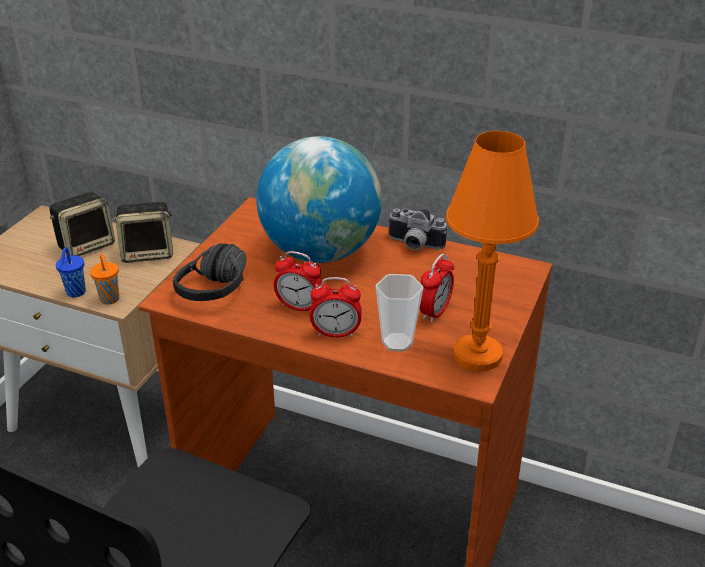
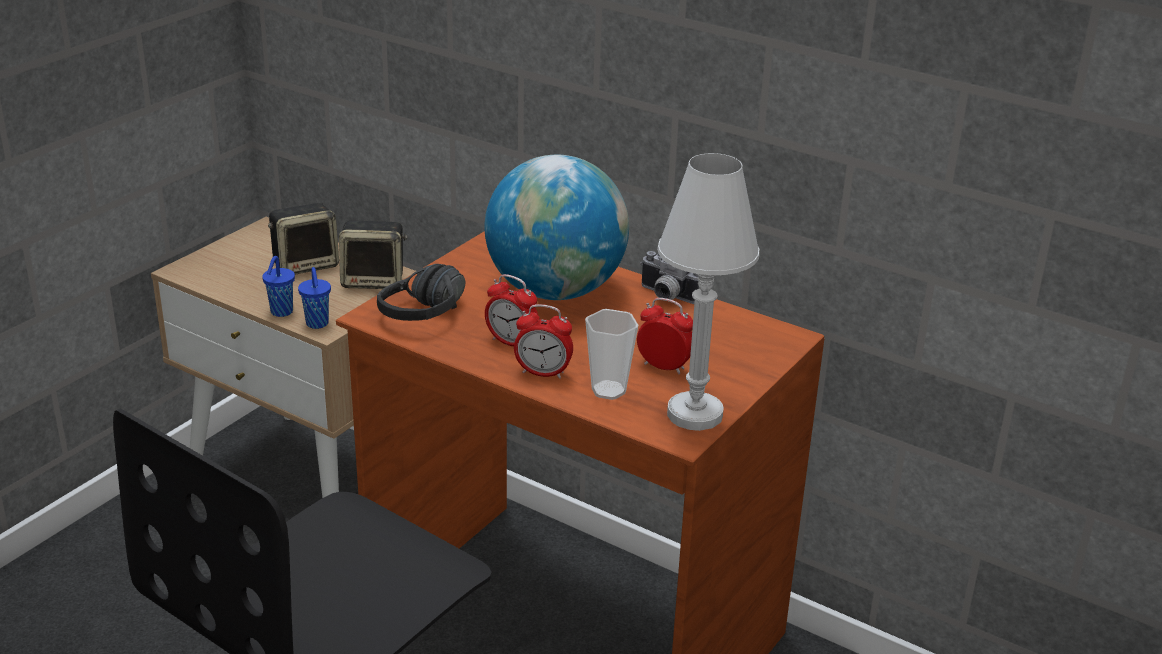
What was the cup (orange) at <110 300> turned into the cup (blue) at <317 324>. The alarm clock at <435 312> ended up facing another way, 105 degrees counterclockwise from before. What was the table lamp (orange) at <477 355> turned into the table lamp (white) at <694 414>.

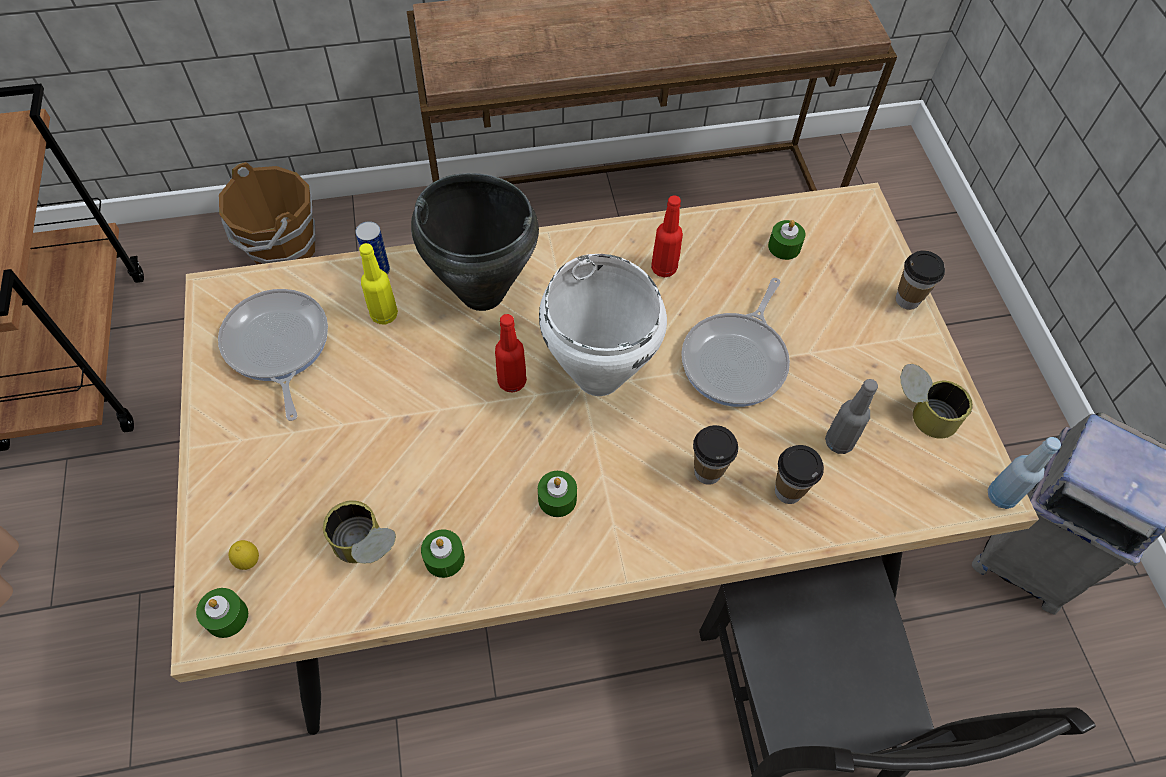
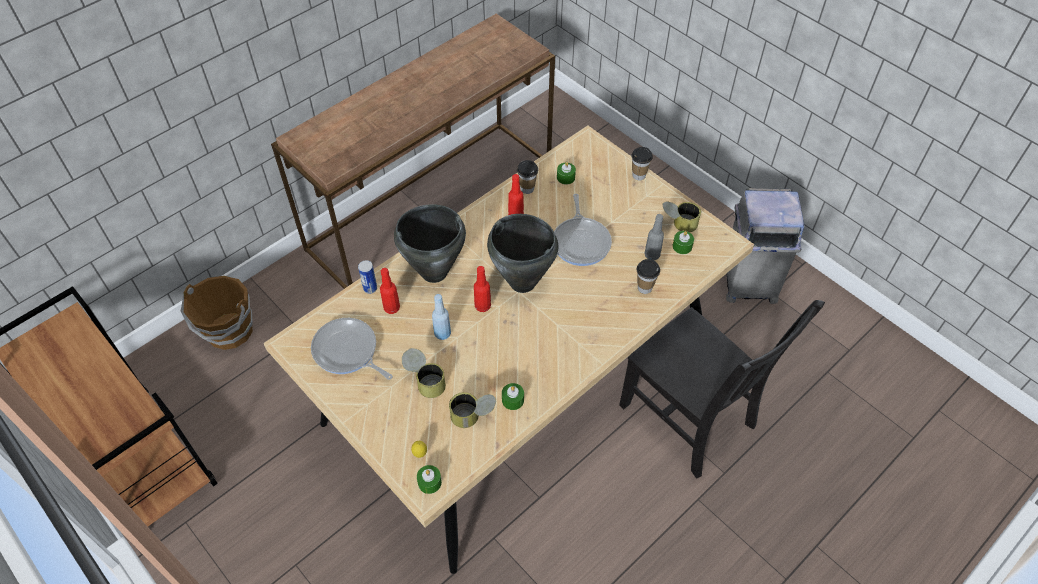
What was the bottle (yellow) at <384 315> turned into the bottle (red) at <392 308>. The second view gained the can at <425 381>. The bottle (blue) ended up elsewhere, having gone from <1001 496> to <442 334>. What was the cooking pot (white) at <598 377> turned into the cooking pot (black) at <522 283>. The cup ended up elsewhere, having gone from <707 472> to <527 189>. The candle (green) ended up elsewhere, having gone from <557 499> to <682 246>.

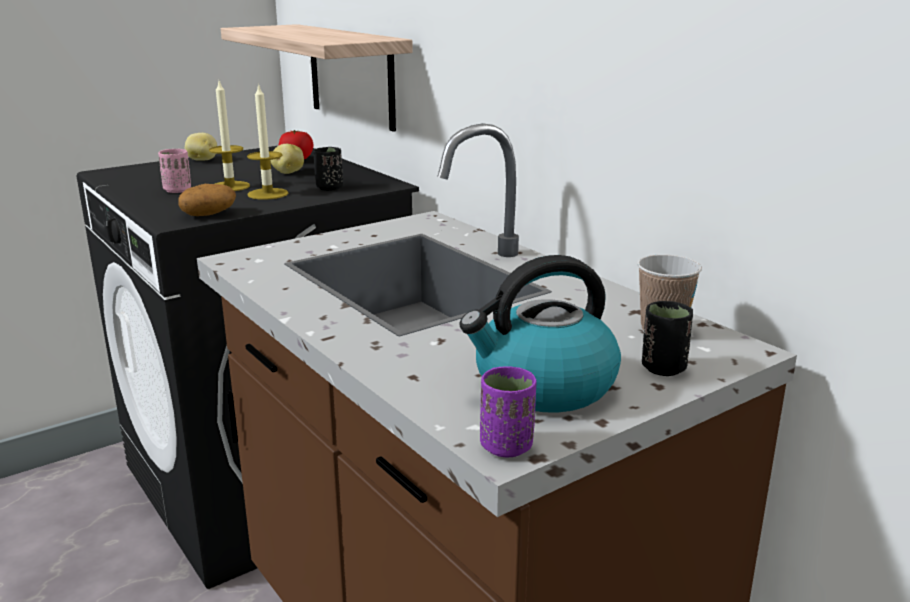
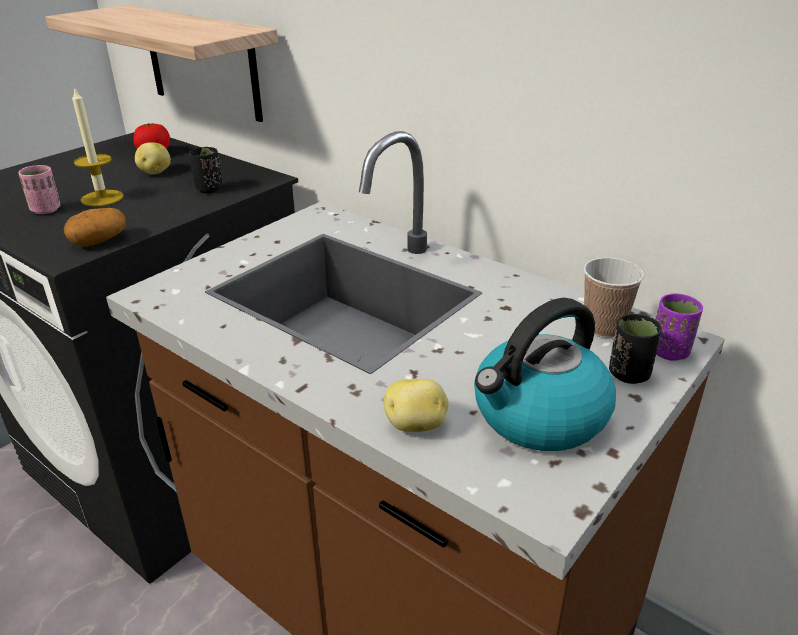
The potato ended up elsewhere, having gone from <202 160> to <416 425>. The cup (purple) ended up elsewhere, having gone from <506 446> to <669 352>. The second view lost the candle at <268 194>.

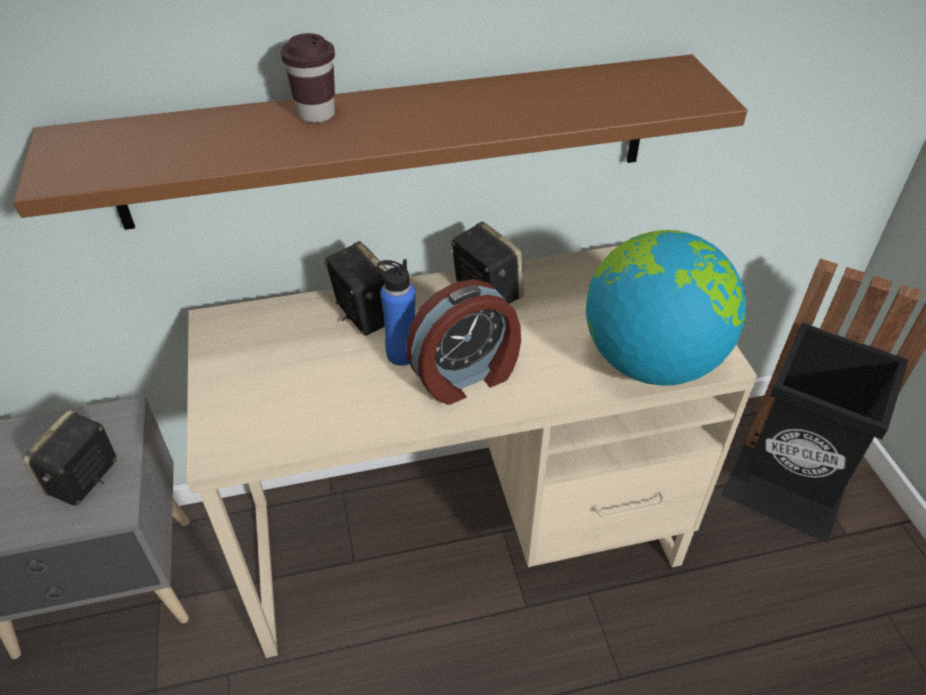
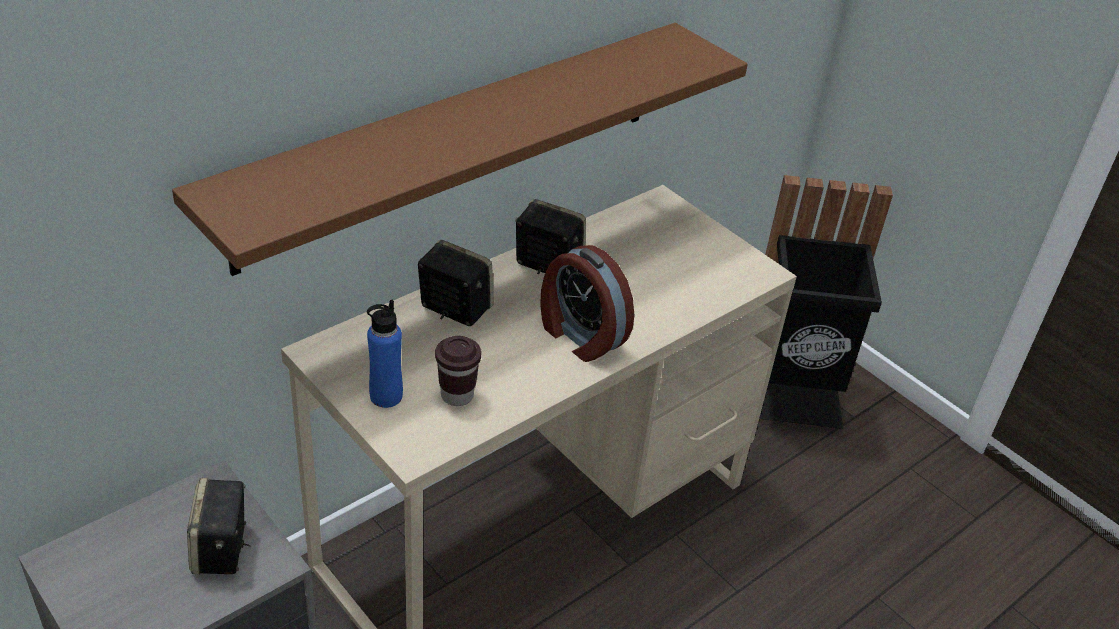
The bottle (blue) ended up elsewhere, having gone from <402 354> to <386 396>. The cup (brown) ended up elsewhere, having gone from <316 114> to <457 395>. The alarm clock at <466 376> ended up facing another way, 105 degrees clockwise from before. The second view lost the globe at <651 361>.

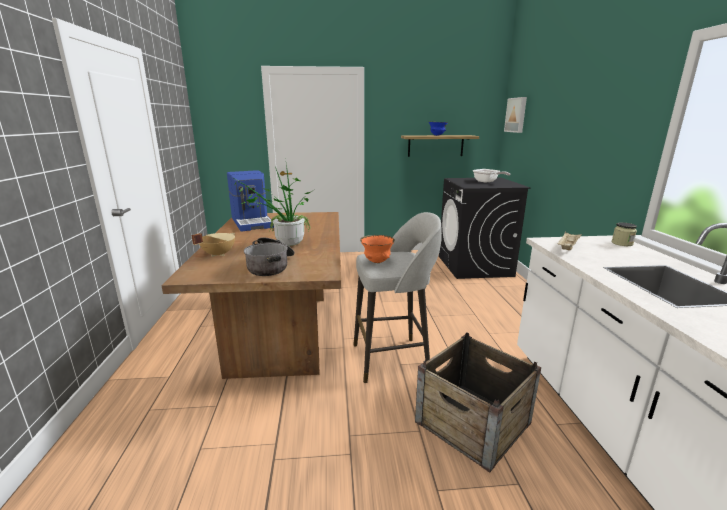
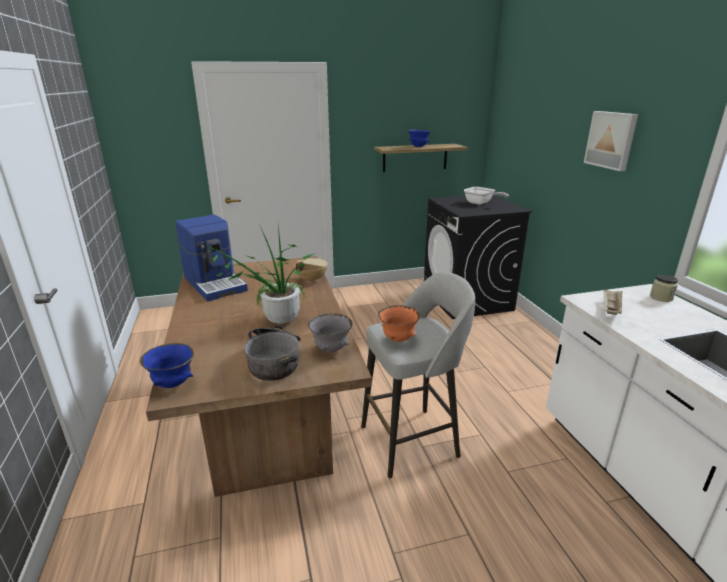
The second view gained the bowl (blue) at <173 384>. The cooking pot (beige) ended up elsewhere, having gone from <218 254> to <310 280>. The second view gained the bowl (grey) at <331 349>. The picture ended up elsewhere, having gone from <516 115> to <611 140>. The second view lost the crate at <473 422>.

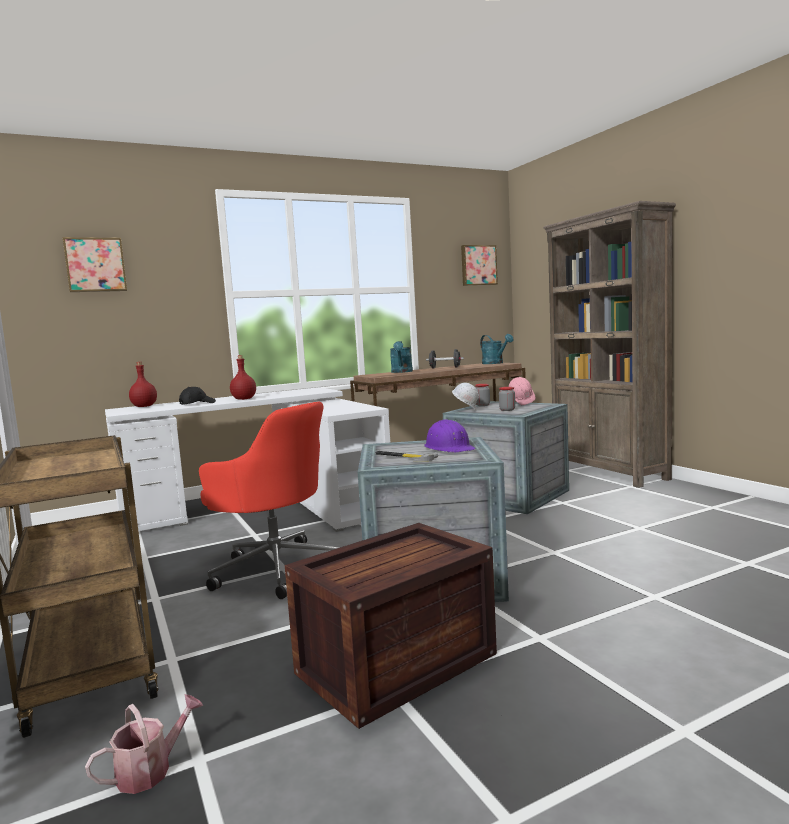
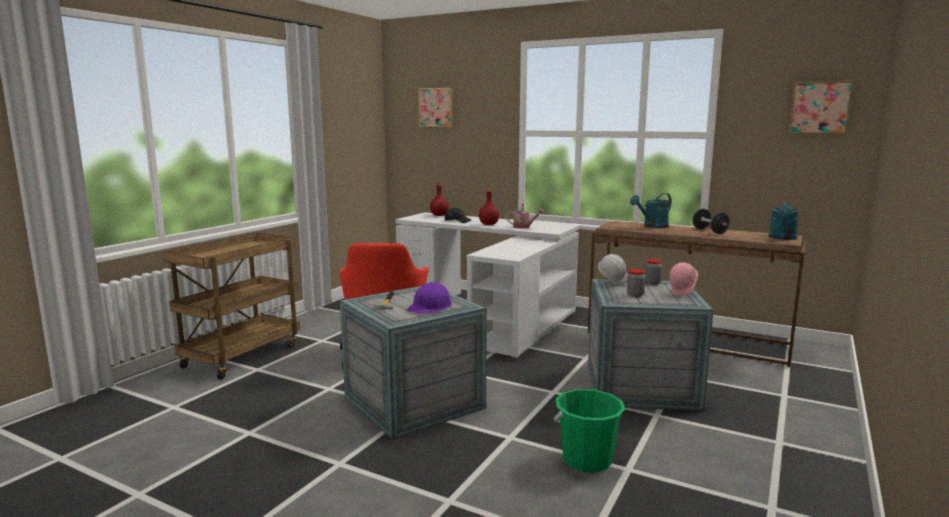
The watering can ended up elsewhere, having gone from <151 770> to <524 227>. The second view gained the bucket (green) at <587 460>. The second view lost the crate at <394 664>. The second view lost the bookcase (brown) at <609 472>.

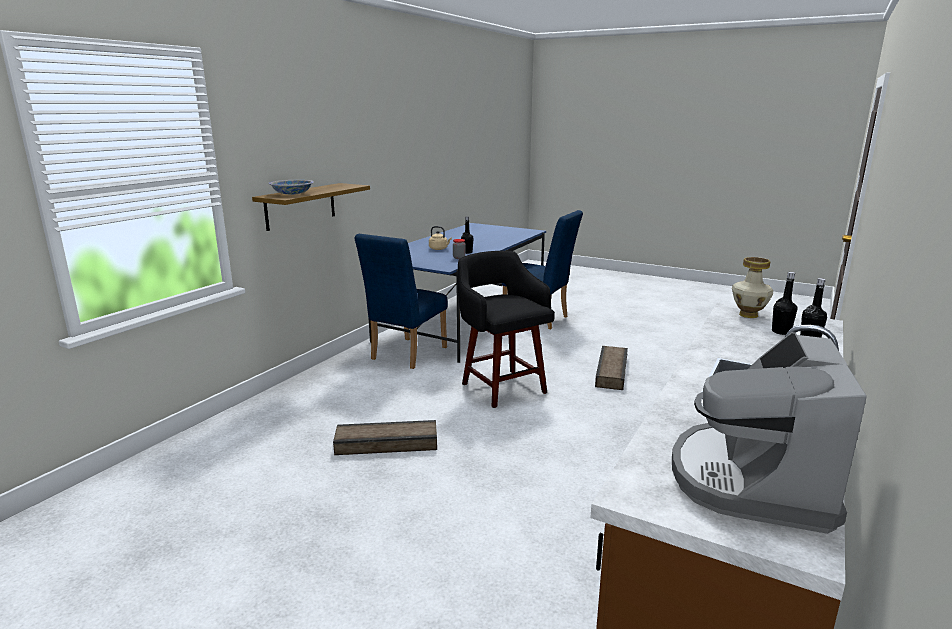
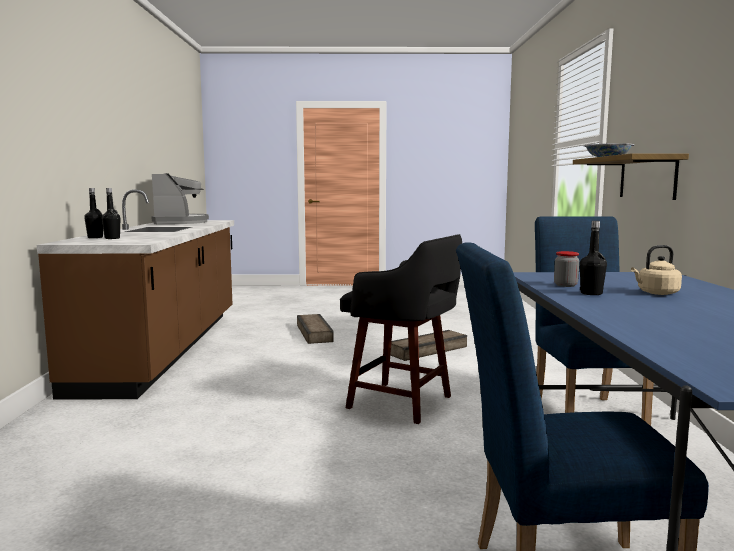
The crate ended up elsewhere, having gone from <610 372> to <315 333>. The second view lost the vase at <748 315>.

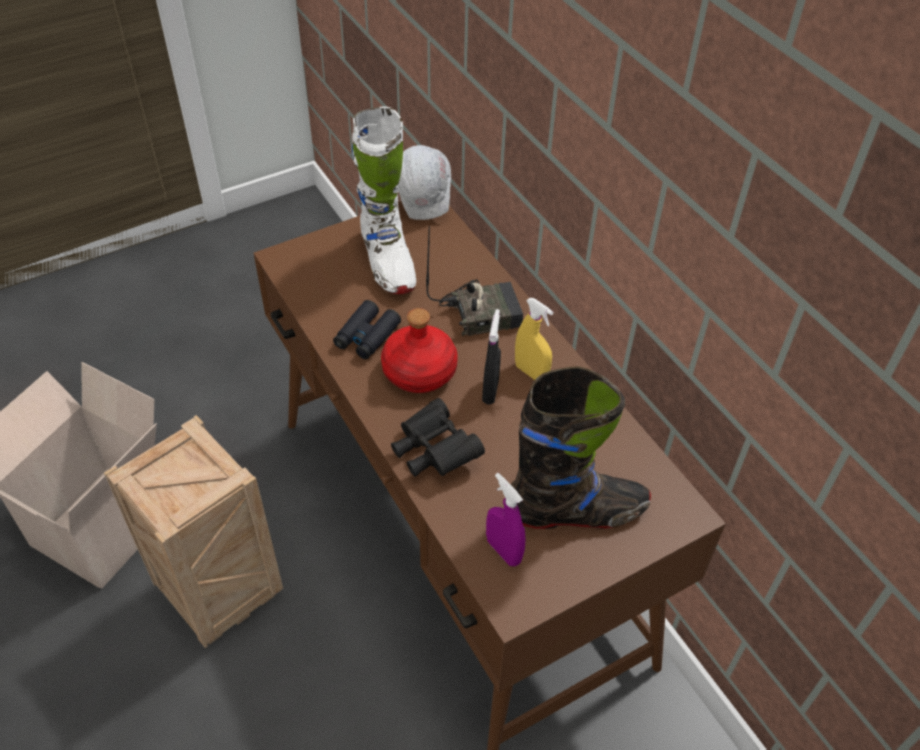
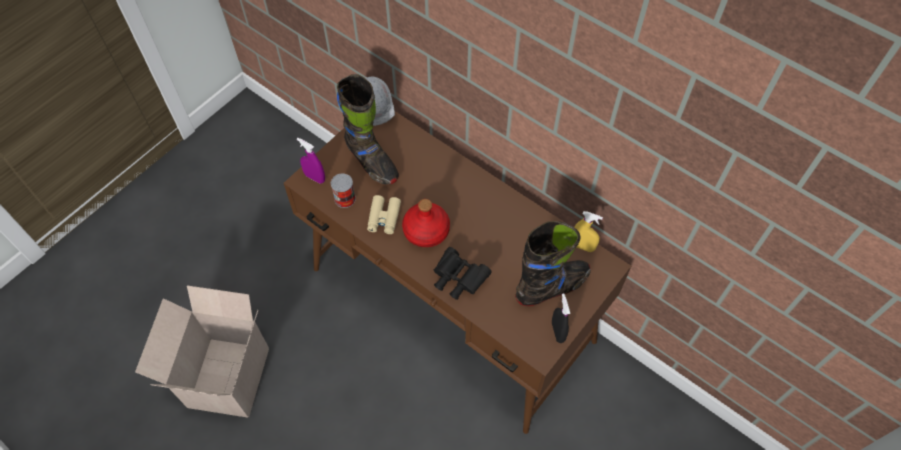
The spray bottle (purple) ended up elsewhere, having gone from <503 551> to <315 178>. The second view gained the can at <345 199>. What was the boot (white) at <387 262> turned into the boot (black) at <371 162>. What was the binoculars (black) at <367 336> turned into the binoculars (beige) at <384 218>. The spray bottle (black) ended up elsewhere, having gone from <490 391> to <557 332>. The spray bottle (yellow) ended up elsewhere, having gone from <531 372> to <582 246>. The second view lost the crate at <221 591>. The second view lost the radio at <481 312>.

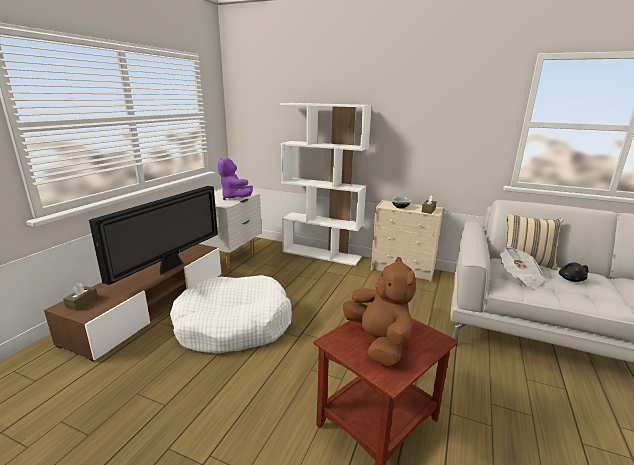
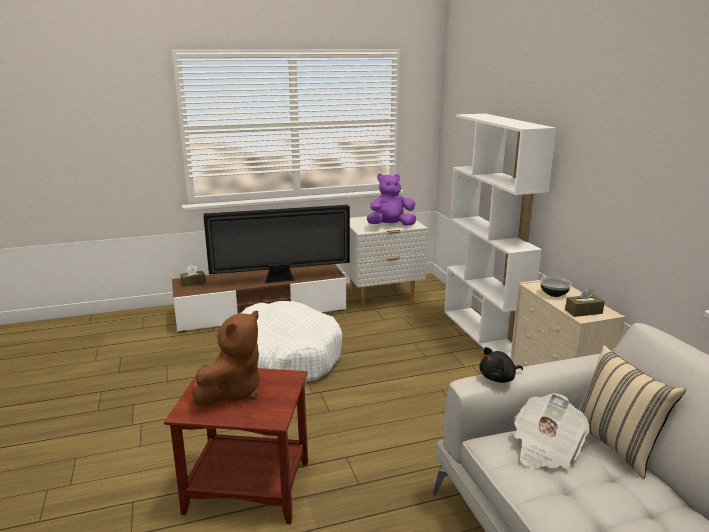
The plush toy (purple) at <234 198> ended up facing another way, 60 degrees clockwise from before. The plush toy (black) ended up elsewhere, having gone from <571 279> to <499 378>.

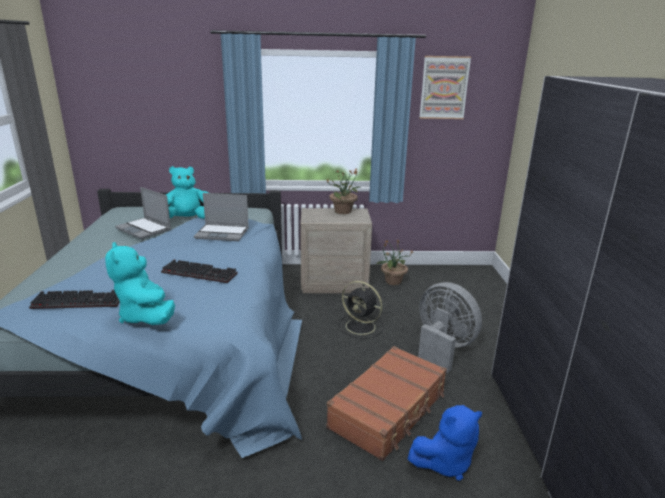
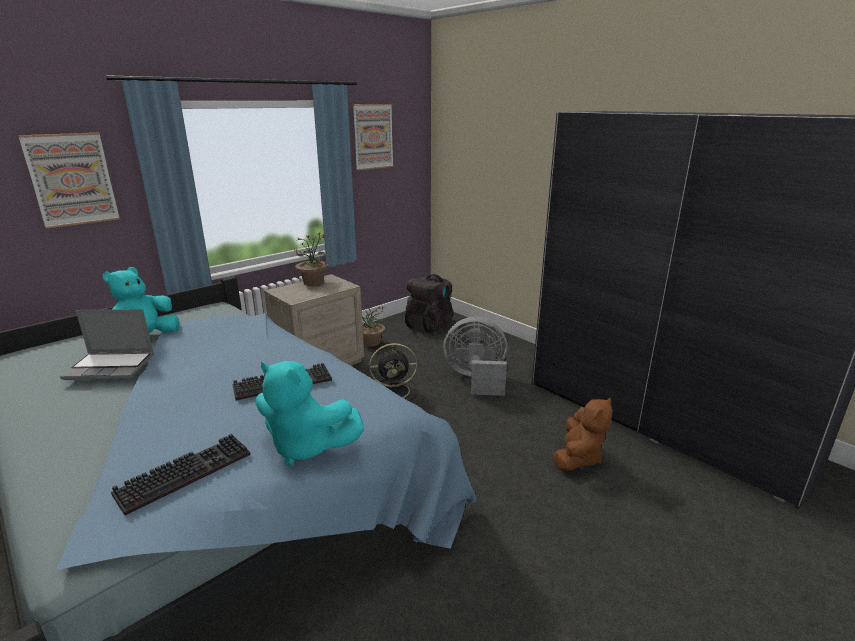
The second view gained the picture at <72 179>. The second view gained the backpack (black) at <430 325>. What was the plush toy (blue) at <445 462> turned into the plush toy (brown) at <578 457>. The second view lost the laptop at <223 233>. The second view lost the suitcase (brown) at <389 410>.

